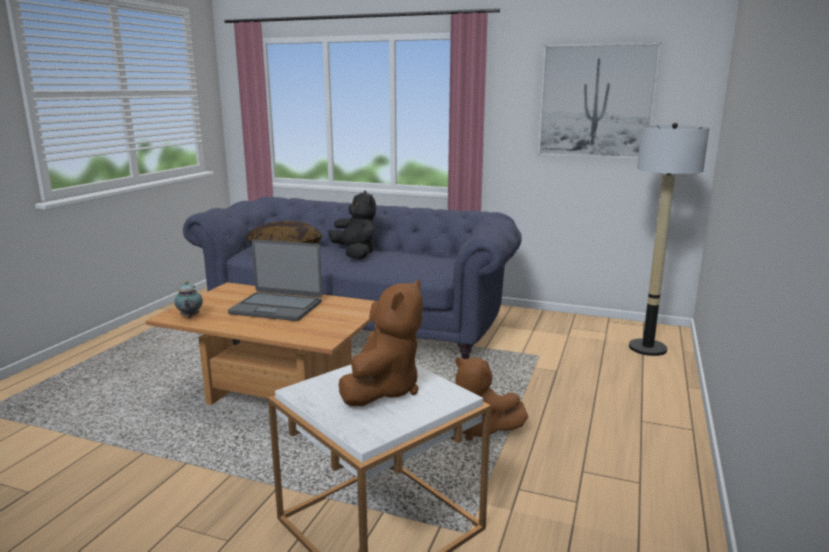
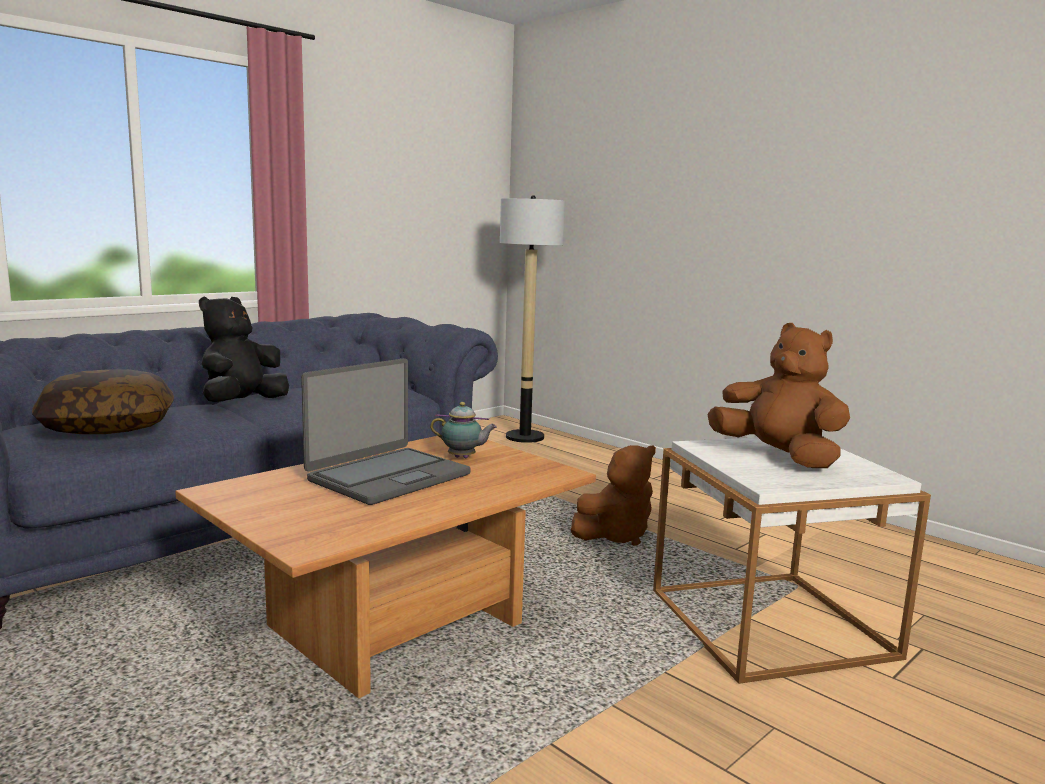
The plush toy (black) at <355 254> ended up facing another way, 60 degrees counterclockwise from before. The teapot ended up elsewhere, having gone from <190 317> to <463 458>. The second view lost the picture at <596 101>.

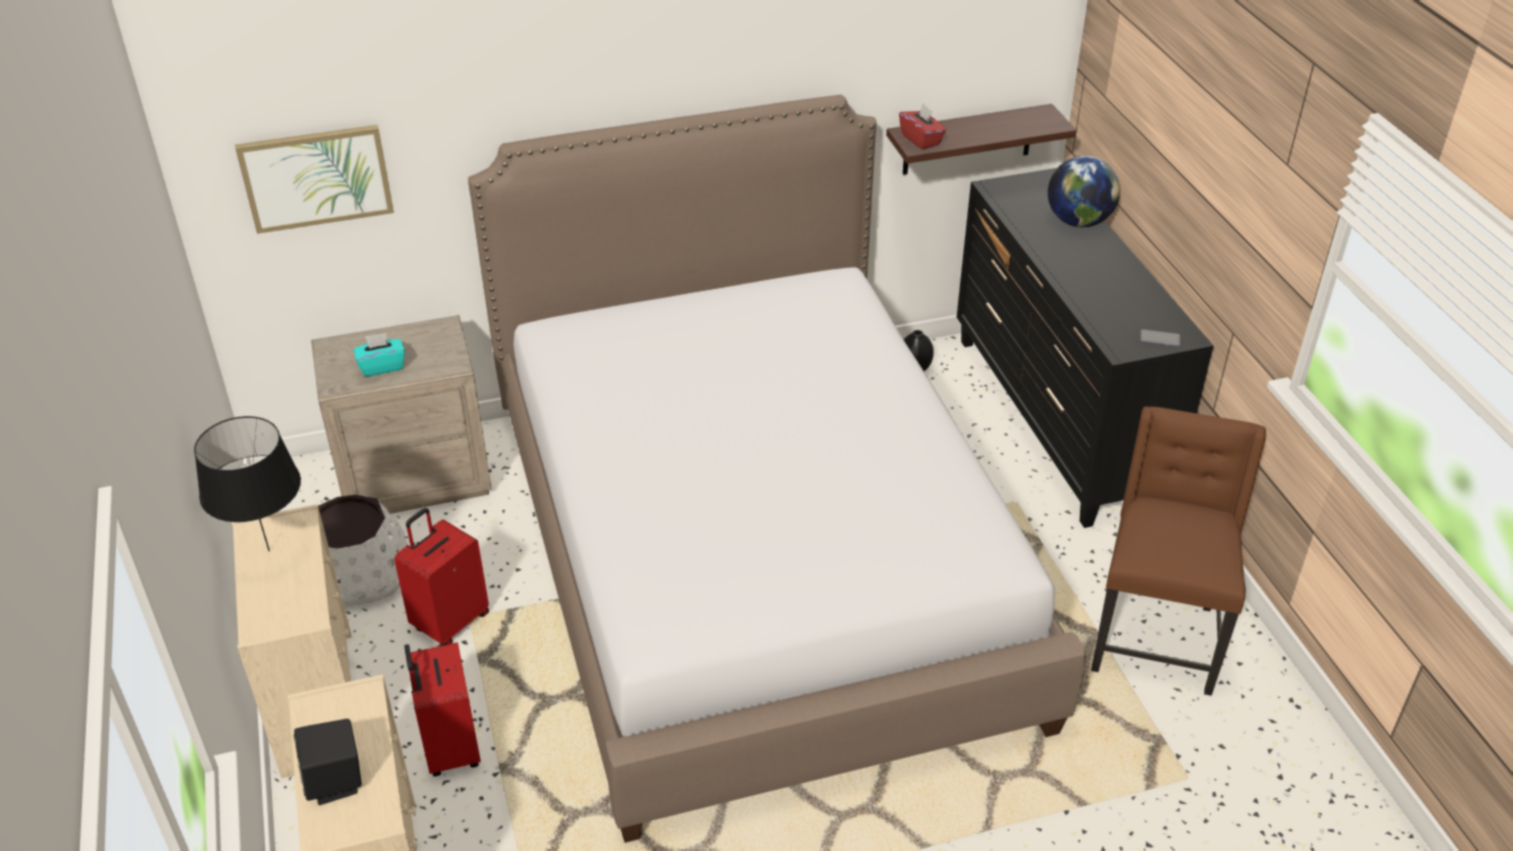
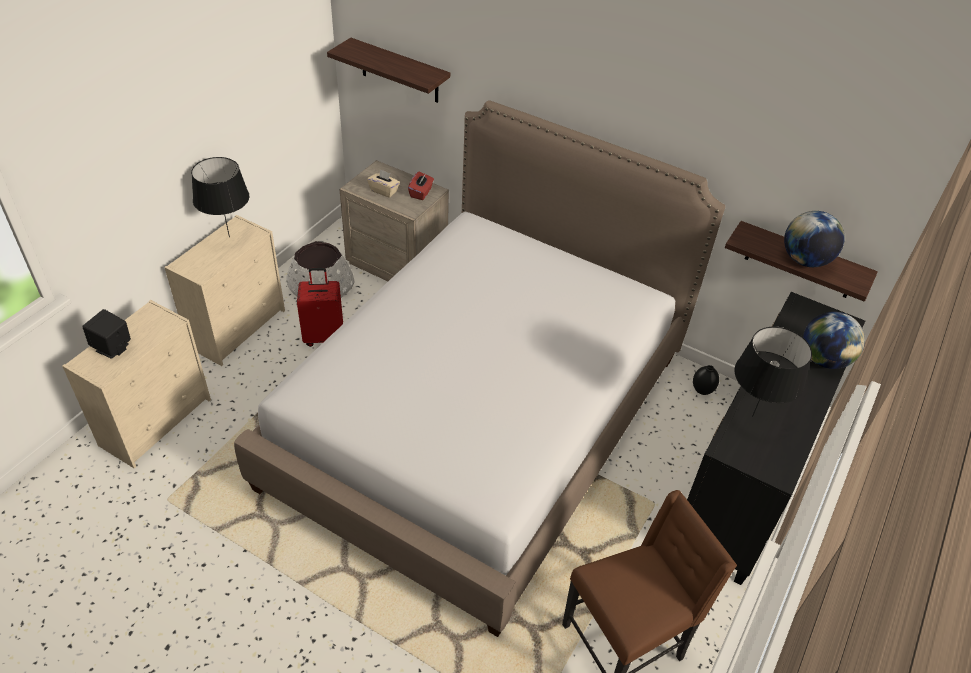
Where the picture hung at <316 177>, the shelf came to hang at <399 71>. What was the tissue box (turquoise) at <382 366> turned into the tissue box (beige) at <384 191>. The tissue box (red) ended up elsewhere, having gone from <921 139> to <421 193>. The second view gained the table lamp (black) at <752 416>. The second view gained the globe at <805 260>. The second view lost the suitcase (red) at <449 749>. The second view lost the phone at <1160 339>.

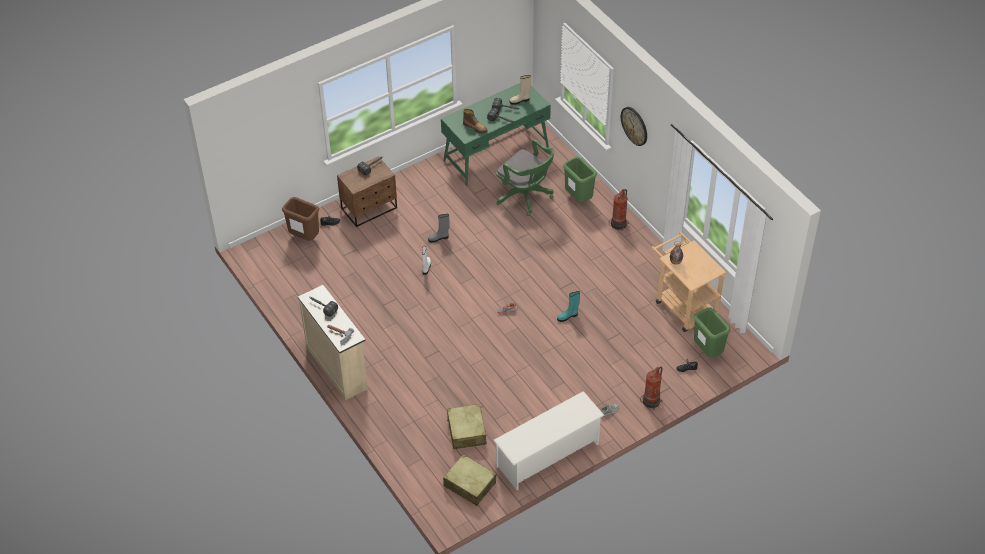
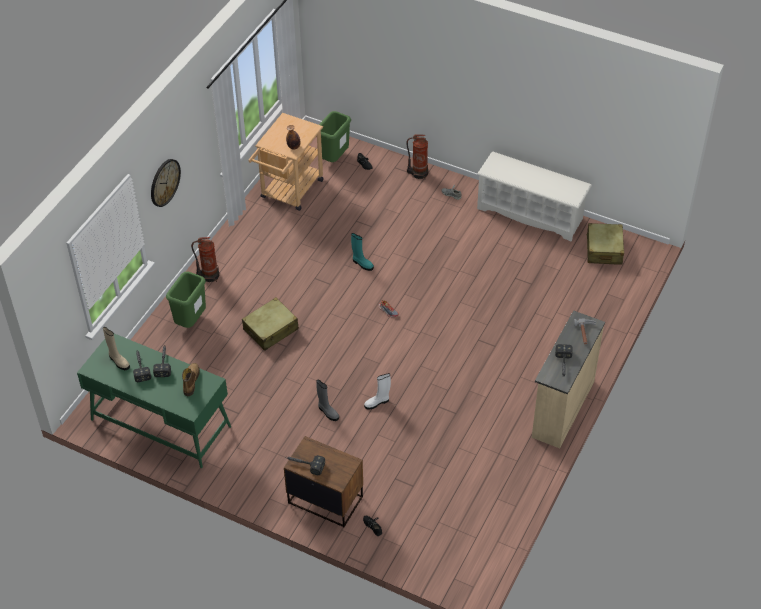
The suitcase (beige) ended up elsewhere, having gone from <466 431> to <271 329>. The second view lost the trash can (brown) at <304 238>. The second view lost the office chair (green) at <526 196>.

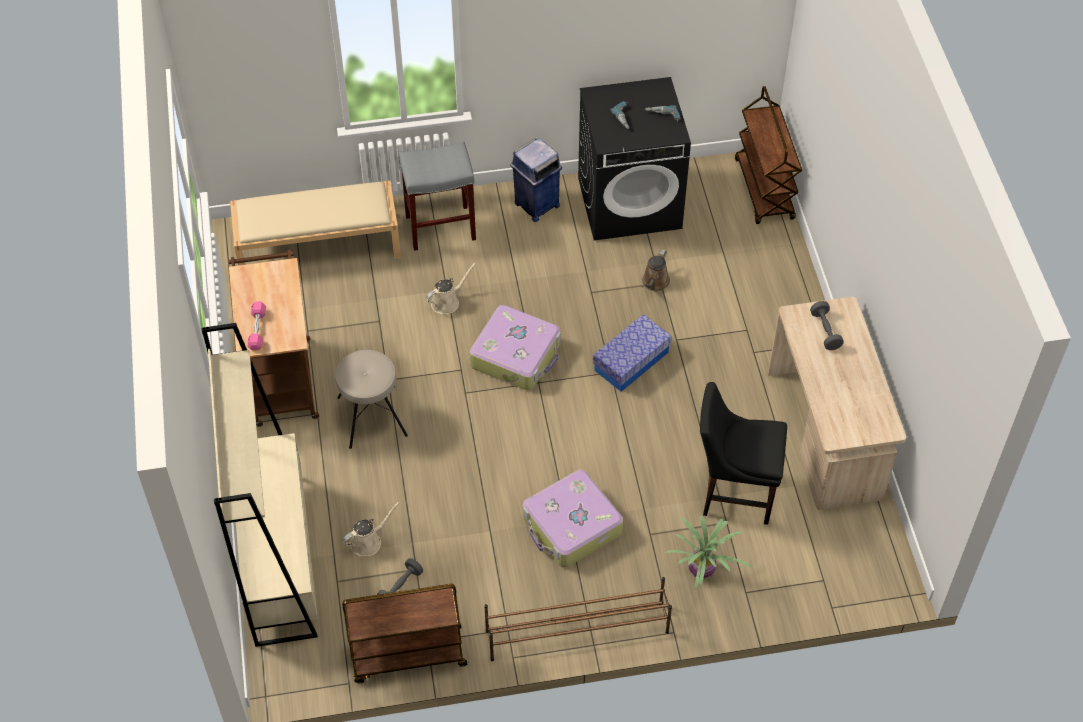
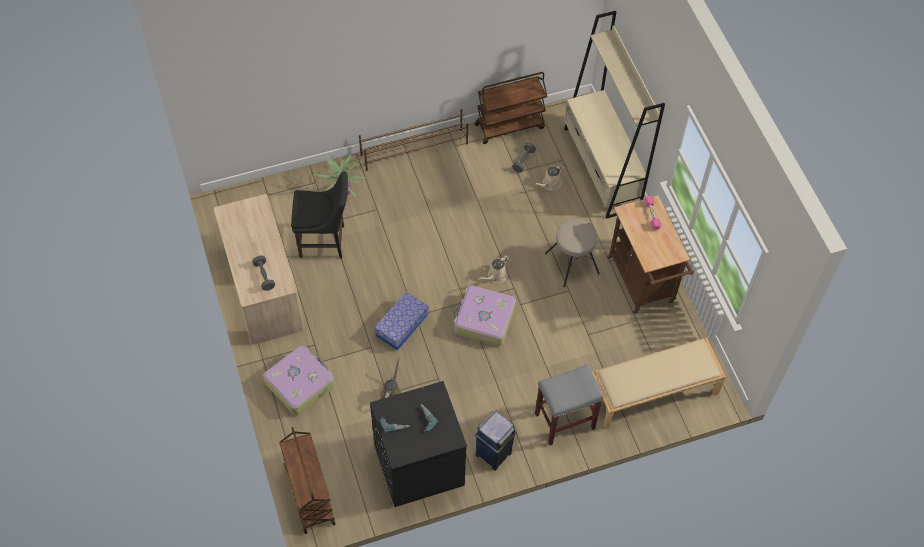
The suitcase ended up elsewhere, having gone from <571 526> to <300 384>. The watering can (beige) ended up elsewhere, having gone from <447 302> to <496 276>.

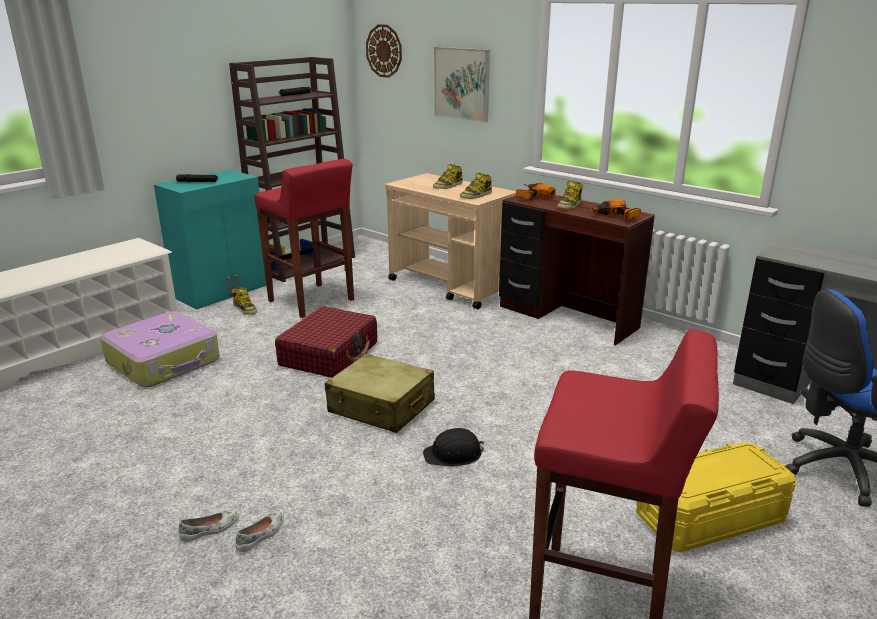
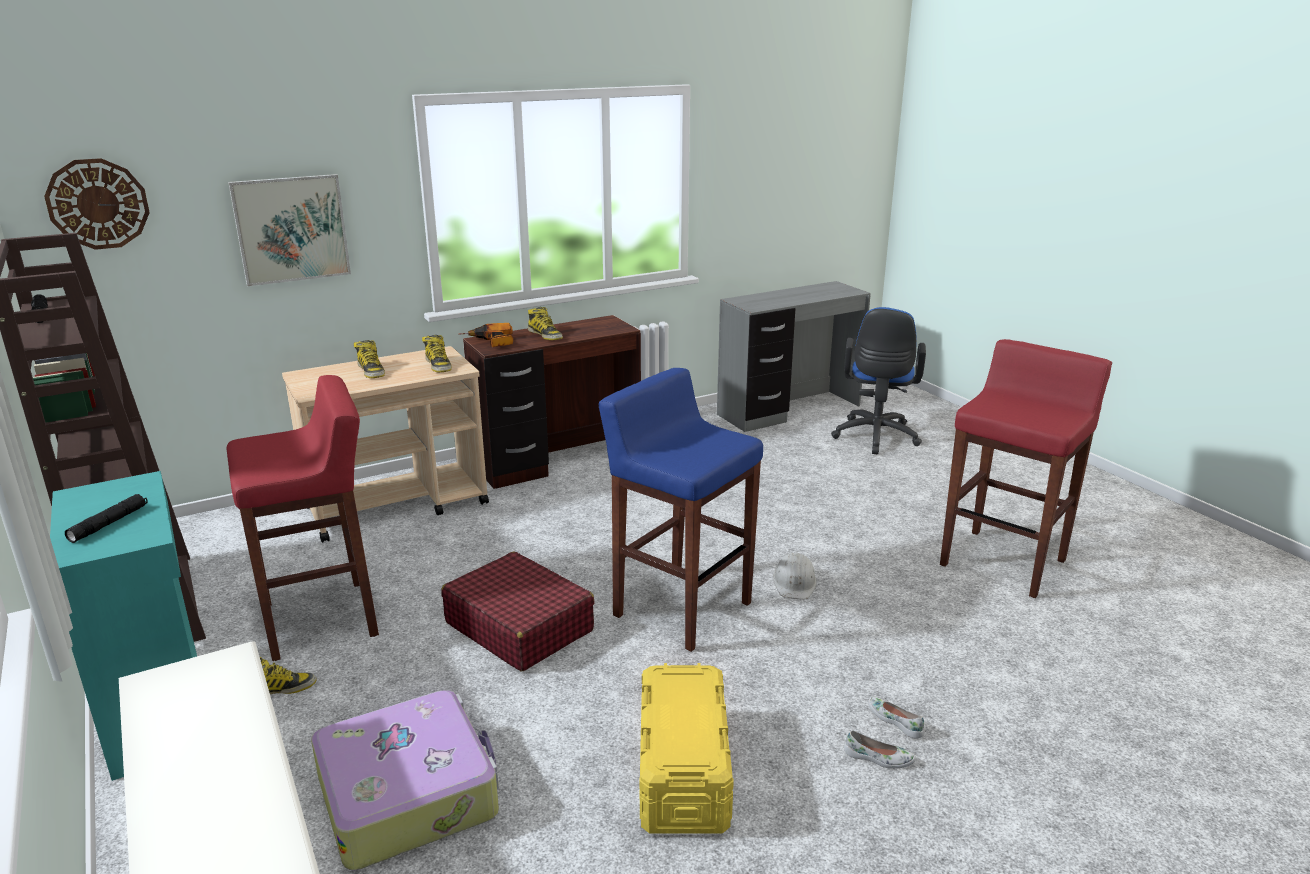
Where the suitcase (beige) stood at <381 407>, the stool (blue) came to stand at <680 608>. The storage box (yellow) ended up elsewhere, having gone from <710 517> to <683 771>. What was the hard hat (black) at <453 454> turned into the hard hat (white) at <795 582>. The shoe (white) at <210 530> ended up facing another way, 120 degrees clockwise from before. The second view lost the power drill at <615 217>.

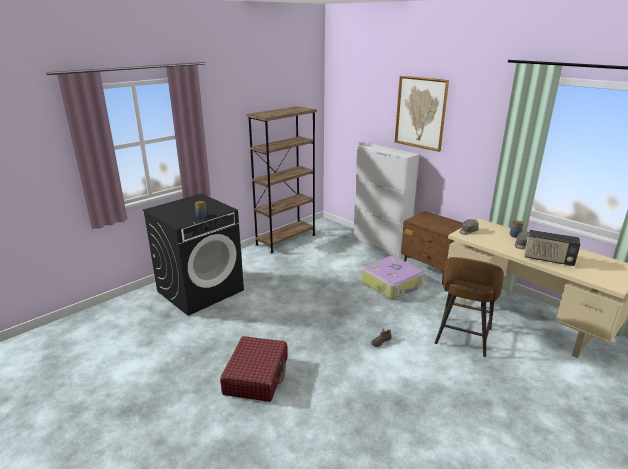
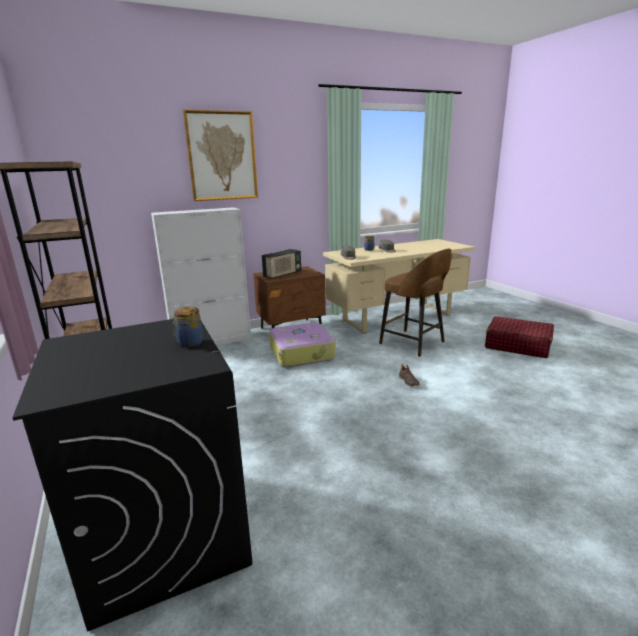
The radio ended up elsewhere, having gone from <548 260> to <282 275>. The suitcase (red) ended up elsewhere, having gone from <256 376> to <517 345>.

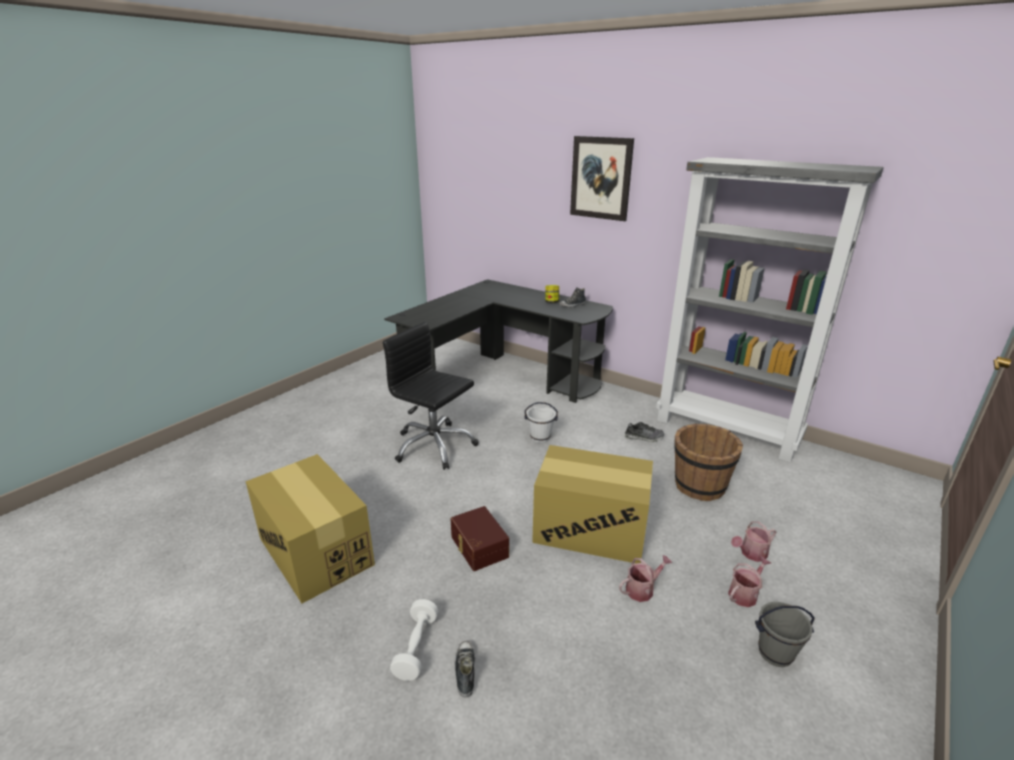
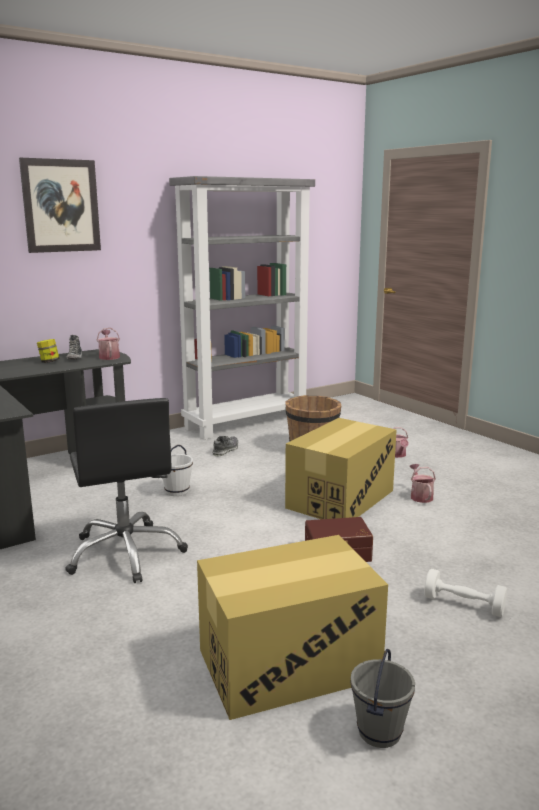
The office chair (black) at <434 446> ended up facing another way, 75 degrees counterclockwise from before. The watering can ended up elsewhere, having gone from <745 593> to <109 356>. The bucket (grey) ended up elsewhere, having gone from <775 652> to <378 732>. The second view lost the shoe at <465 671>.

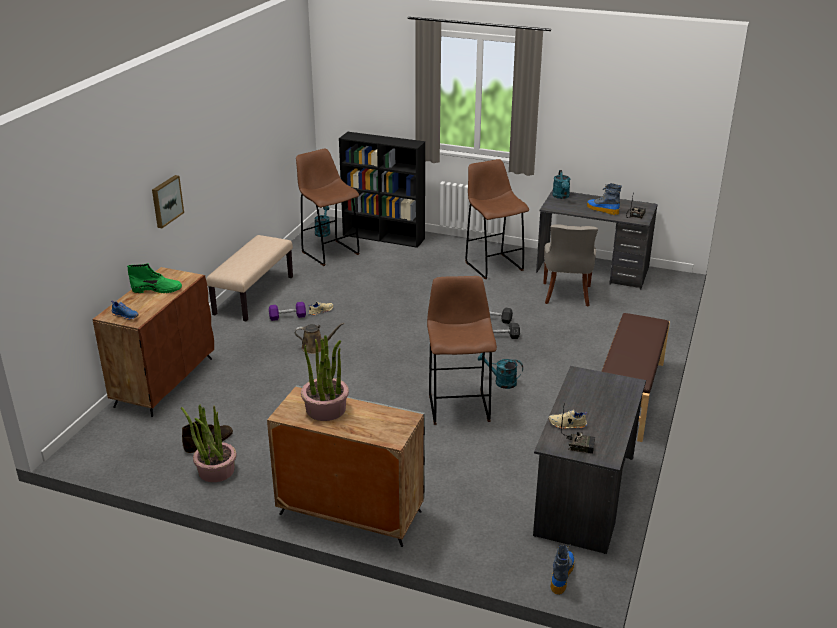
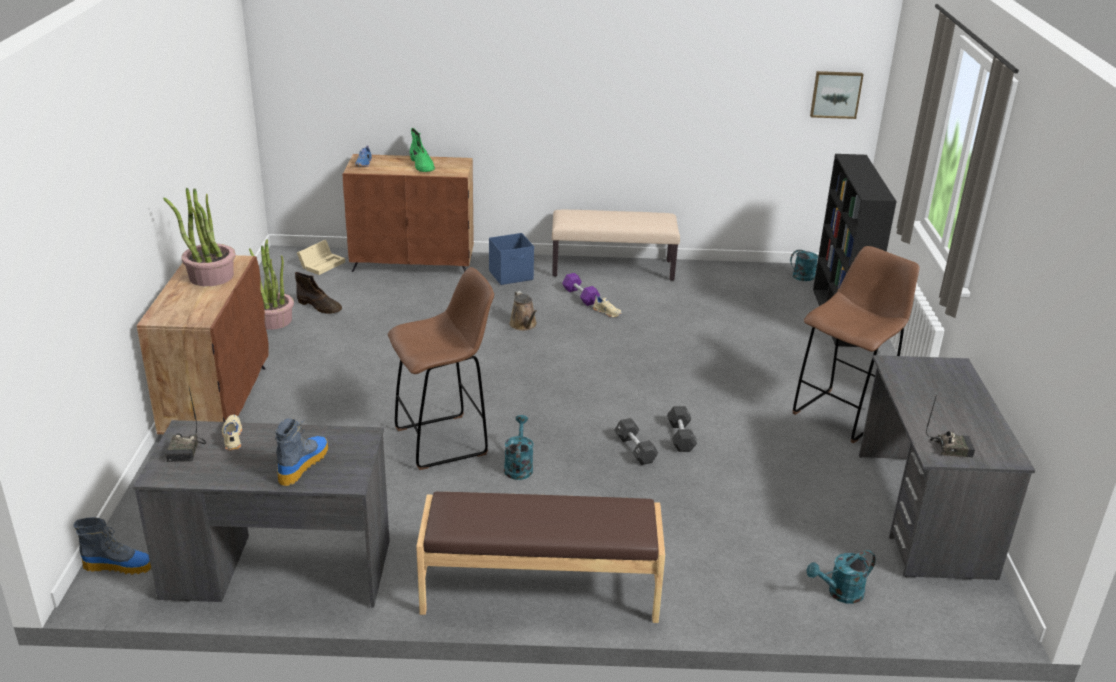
What was the cabinet (grey) at <349 513> turned into the cabinet (brown) at <217 404>. The boot ended up elsewhere, having gone from <602 210> to <303 464>. The second view gained the storage box (beige) at <322 264>. The second view gained the storage box (blue) at <511 275>. The watering can (turquoise) ended up elsewhere, having gone from <561 196> to <840 593>. The picture ended up elsewhere, having gone from <166 201> to <835 94>. The second view lost the stool (brown) at <329 252>. The second view lost the chair (grey) at <566 295>.

